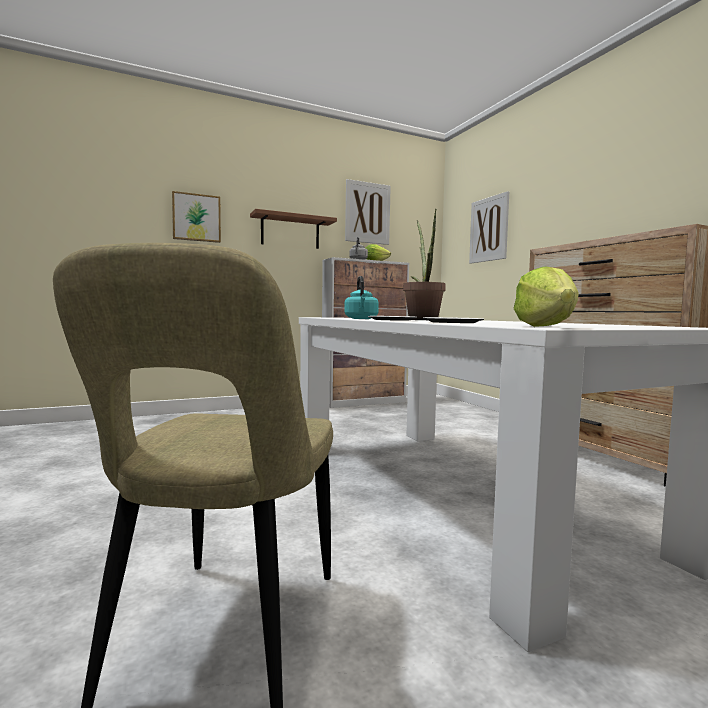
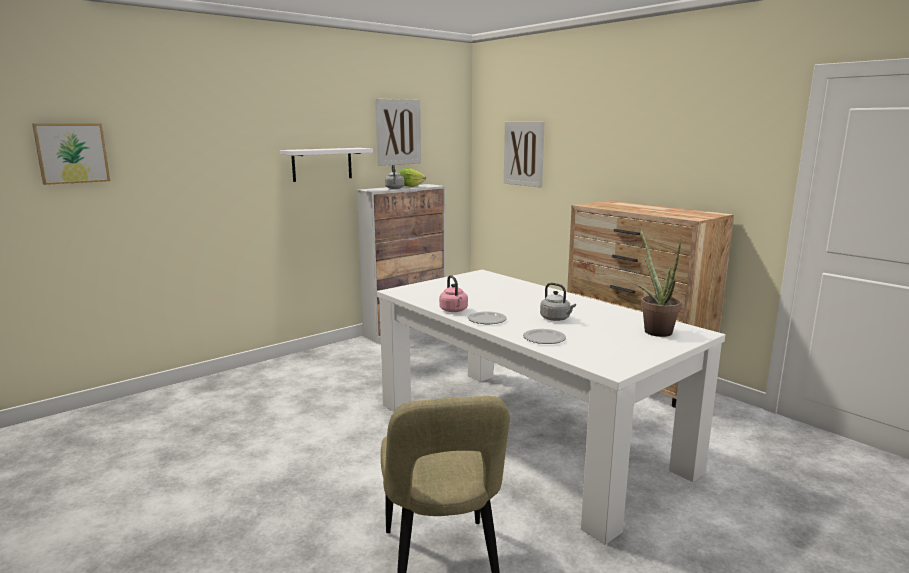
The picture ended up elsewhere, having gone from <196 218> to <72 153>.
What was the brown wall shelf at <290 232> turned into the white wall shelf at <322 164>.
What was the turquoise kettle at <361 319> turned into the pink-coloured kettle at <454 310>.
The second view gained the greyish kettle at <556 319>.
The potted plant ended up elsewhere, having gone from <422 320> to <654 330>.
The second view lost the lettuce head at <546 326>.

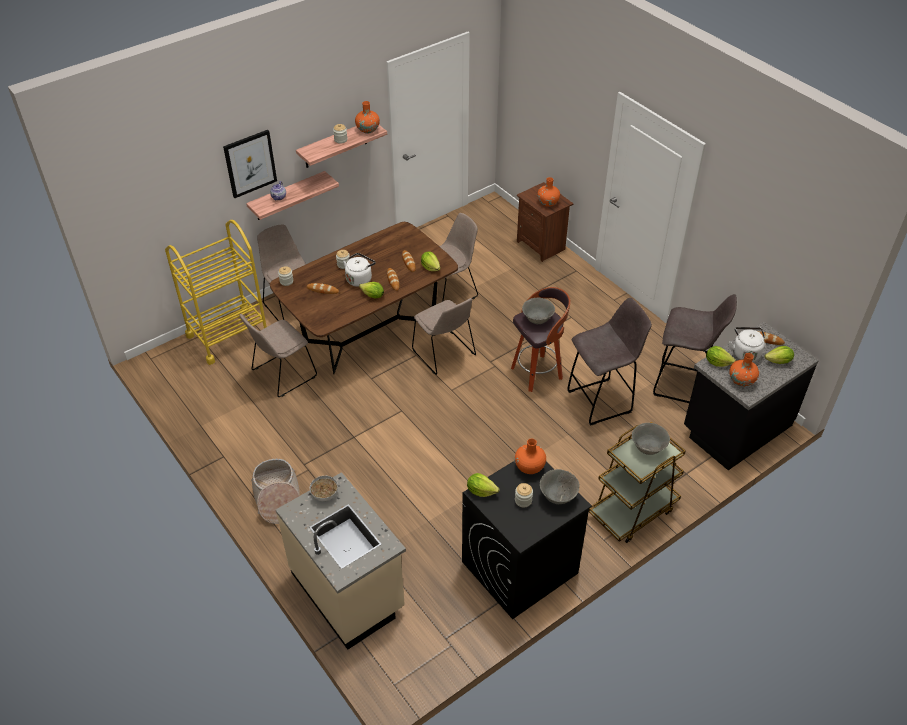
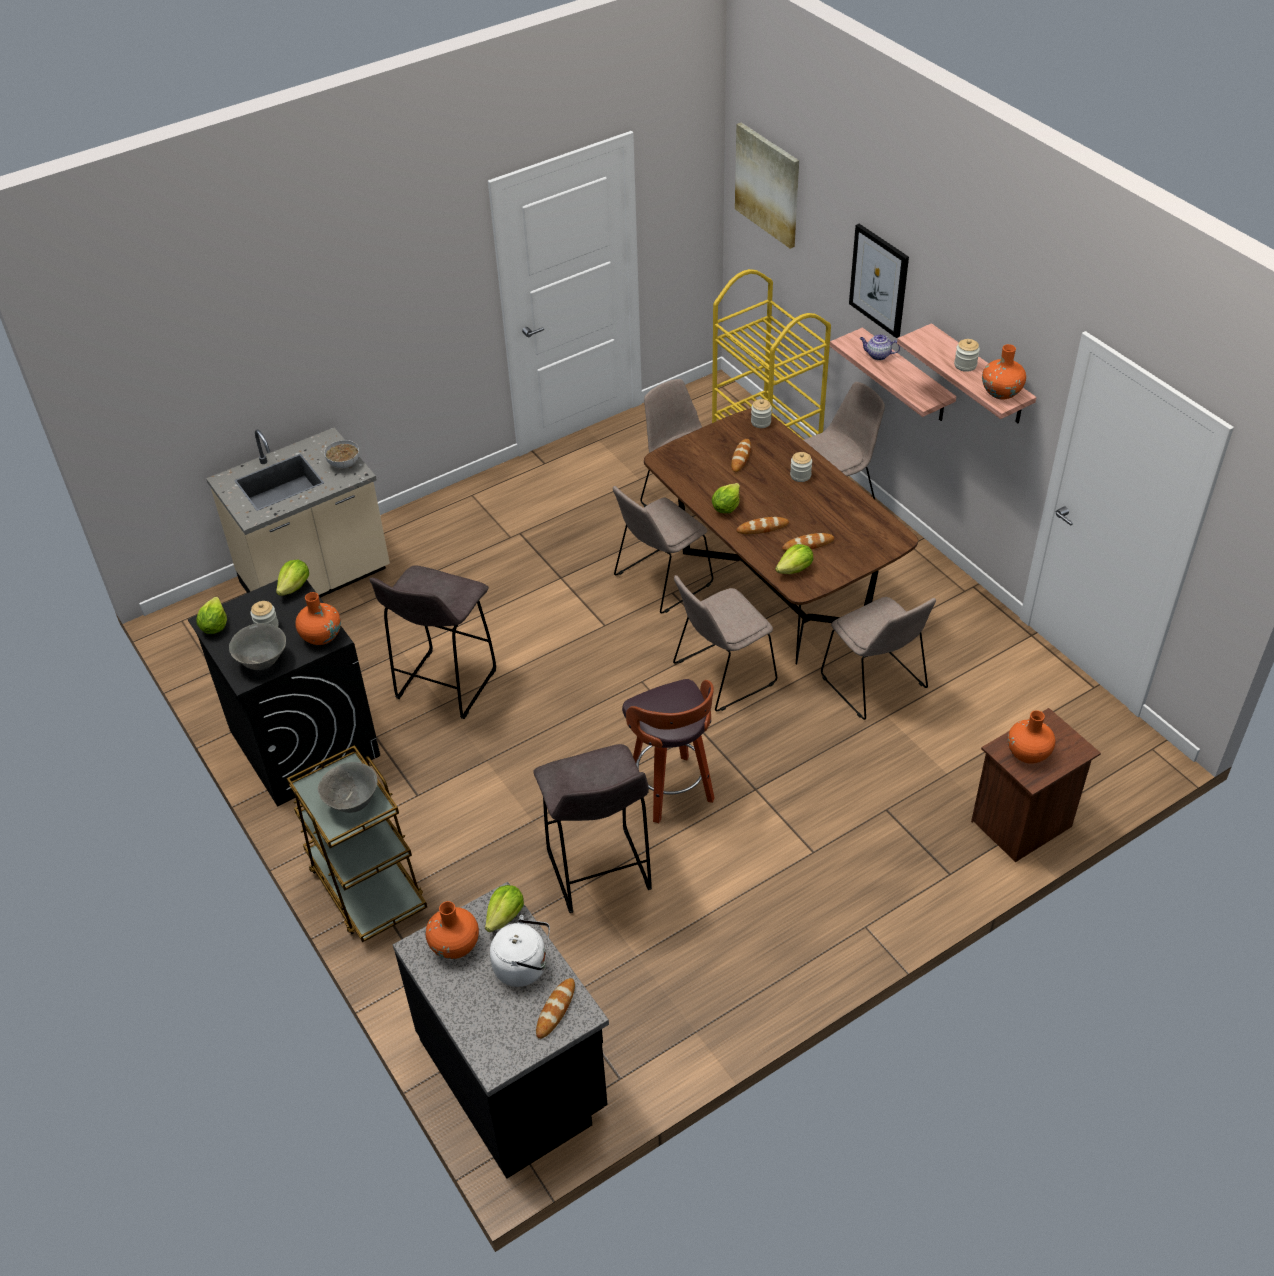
The lettuce head ended up elsewhere, having gone from <778 361> to <214 626>.
The greyish stool seat ended up elsewhere, having gone from <682 384> to <444 686>.
The second view gained the beige-coloured plain chair at <660 581>.
The second view gained the picture at <768 184>.
The second view lost the household basket at <277 498>.
The second view lost the white kettle at <360 279>.
The second view lost the greyish serving bowl at <537 319>.

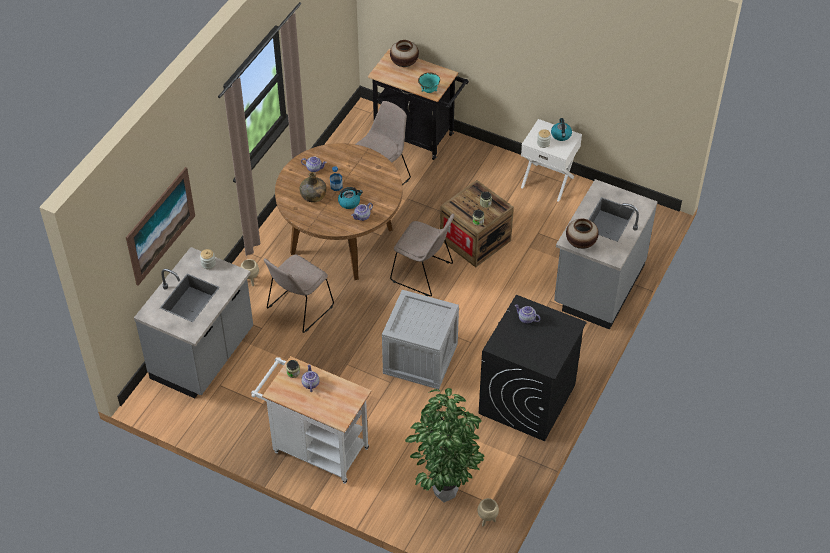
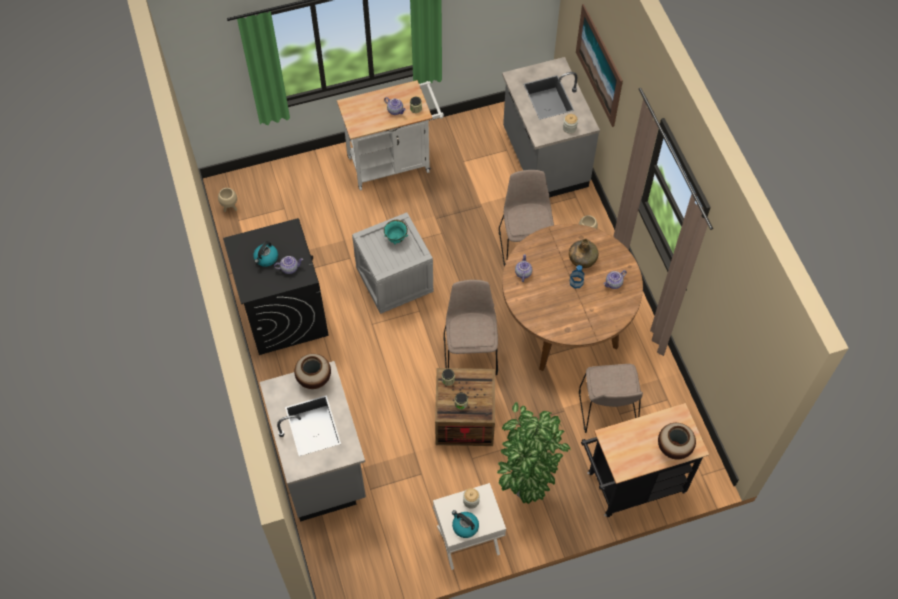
The kettle ended up elsewhere, having gone from <349 202> to <266 258>.
The turquoise serving bowl ended up elsewhere, having gone from <429 90> to <396 238>.
The beige-coloured plain chair at <424 273> ended up facing another way, 105 degrees clockwise from before.
The potted plant ended up elsewhere, having gone from <443 496> to <525 489>.

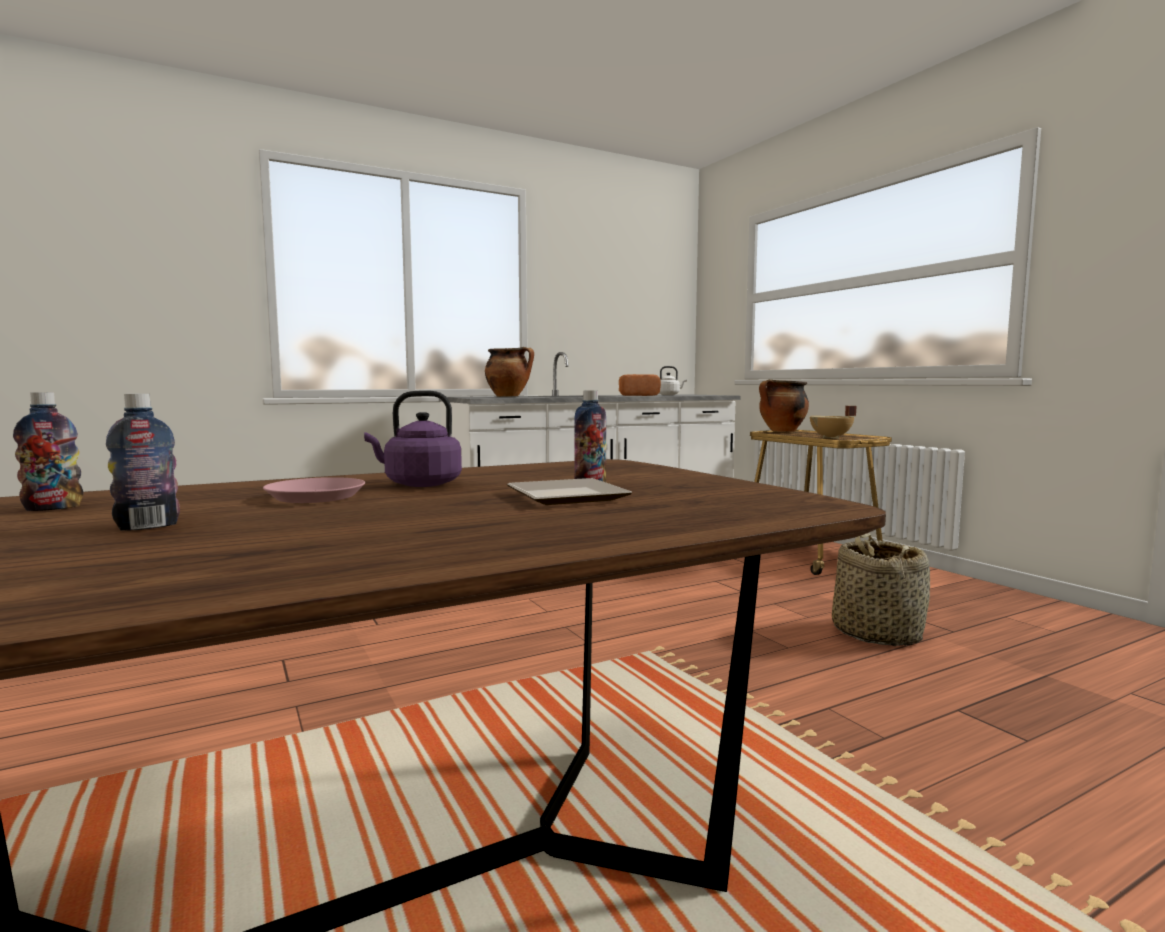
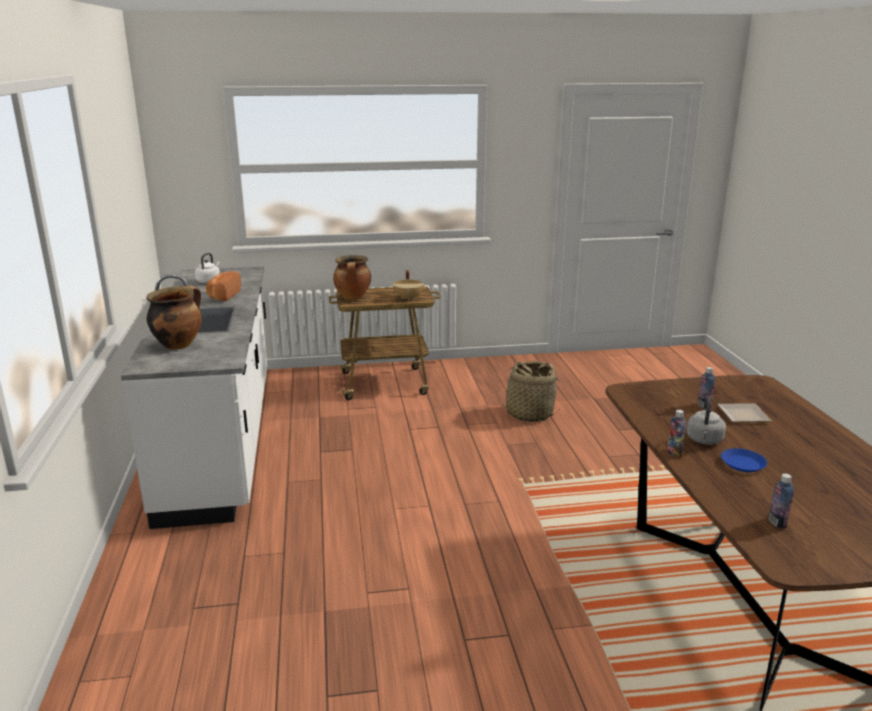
The bottle ended up elsewhere, having gone from <148 526> to <674 453>.
What was the purple kettle at <419 484> turned into the greyish kettle at <704 440>.
What was the pink-coloured flat dish at <315 496> turned into the blue-coloured flat dish at <742 464>.

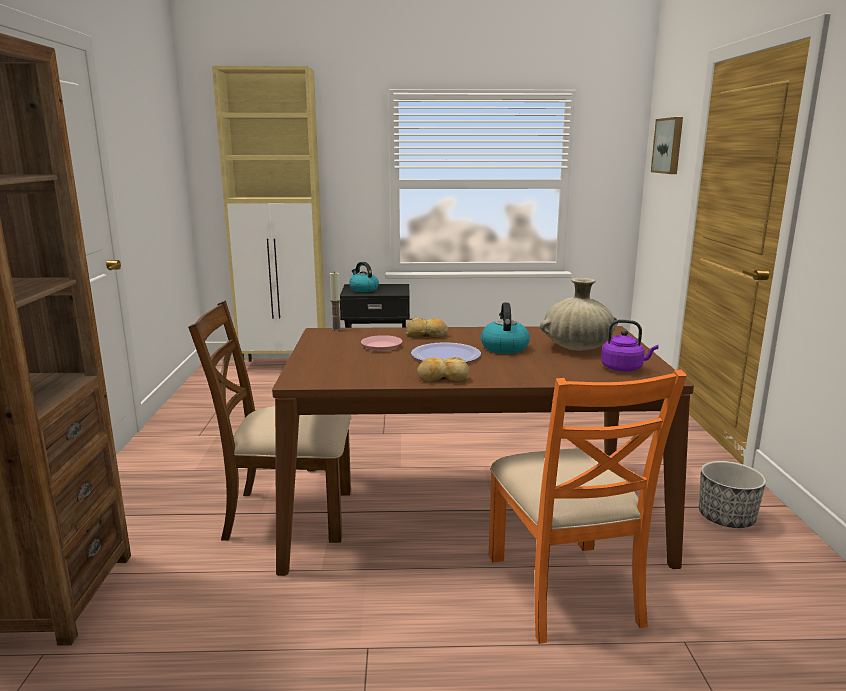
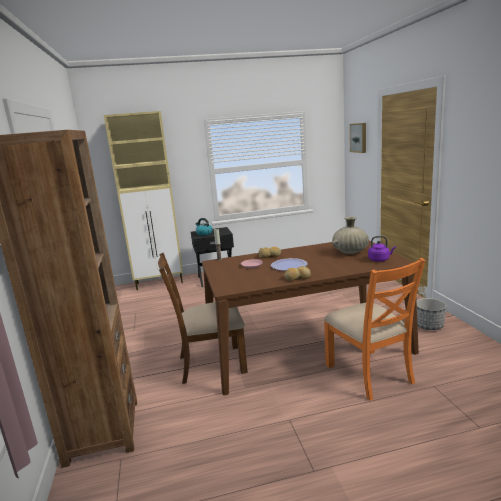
The second view lost the kettle at <504 347>.

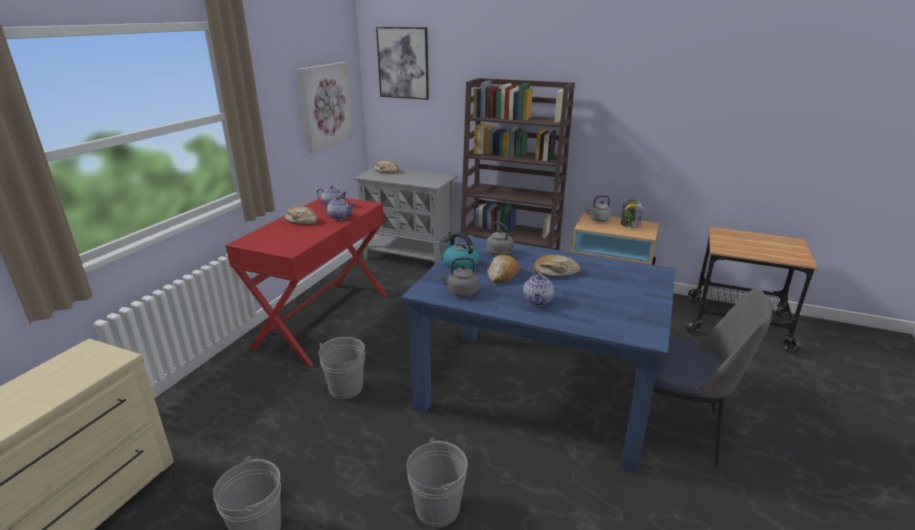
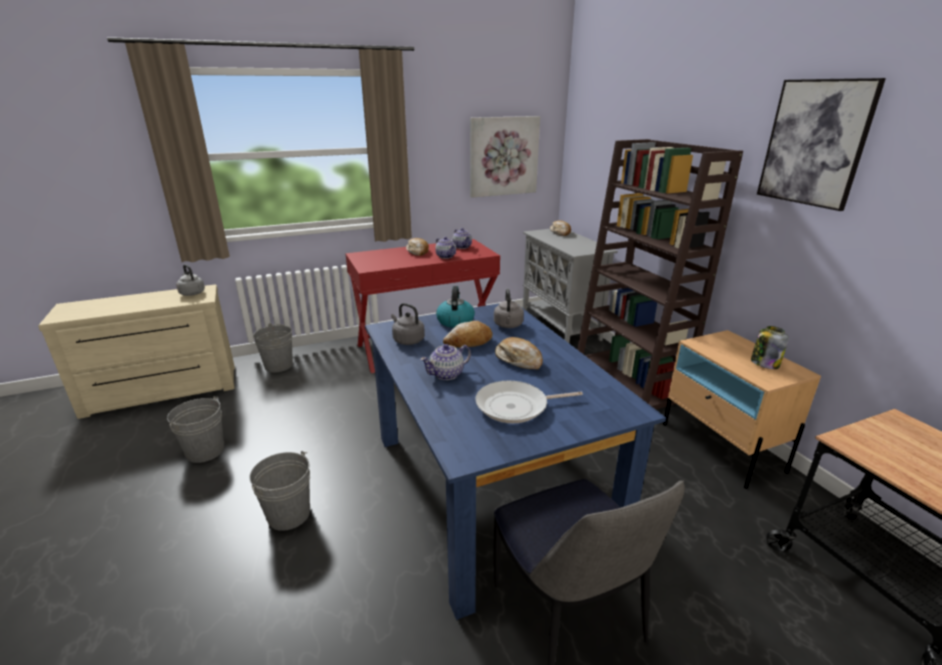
The greyish kettle ended up elsewhere, having gone from <598 220> to <192 293>.
The greyish pail ended up elsewhere, having gone from <346 388> to <278 365>.
The second view gained the frying pan at <516 406>.
The picture ended up elsewhere, having gone from <403 63> to <815 143>.

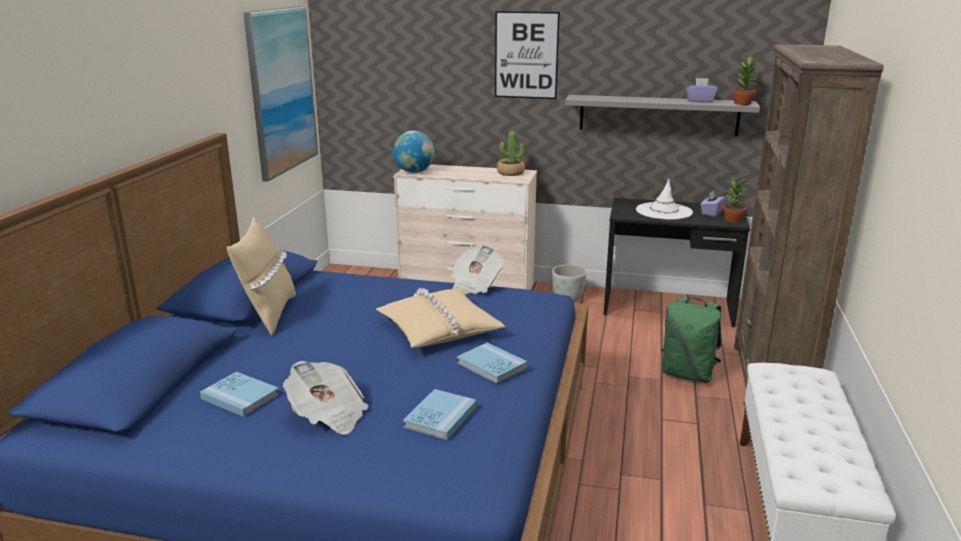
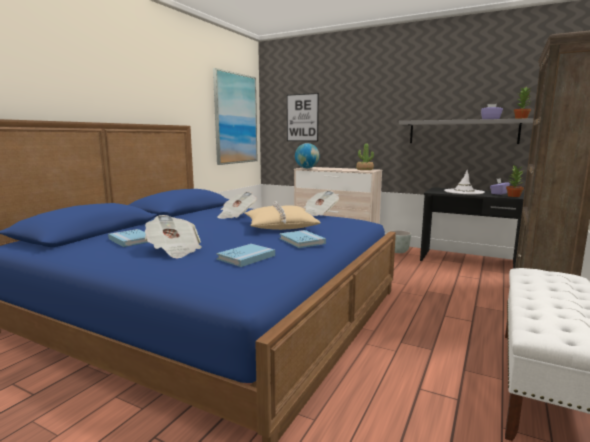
The second view gained the newspaper at <236 216>.
The picture ended up elsewhere, having gone from <526 55> to <302 117>.
The second view lost the beige-coloured cushion at <268 314>.
The second view lost the greenish knapsack at <688 374>.

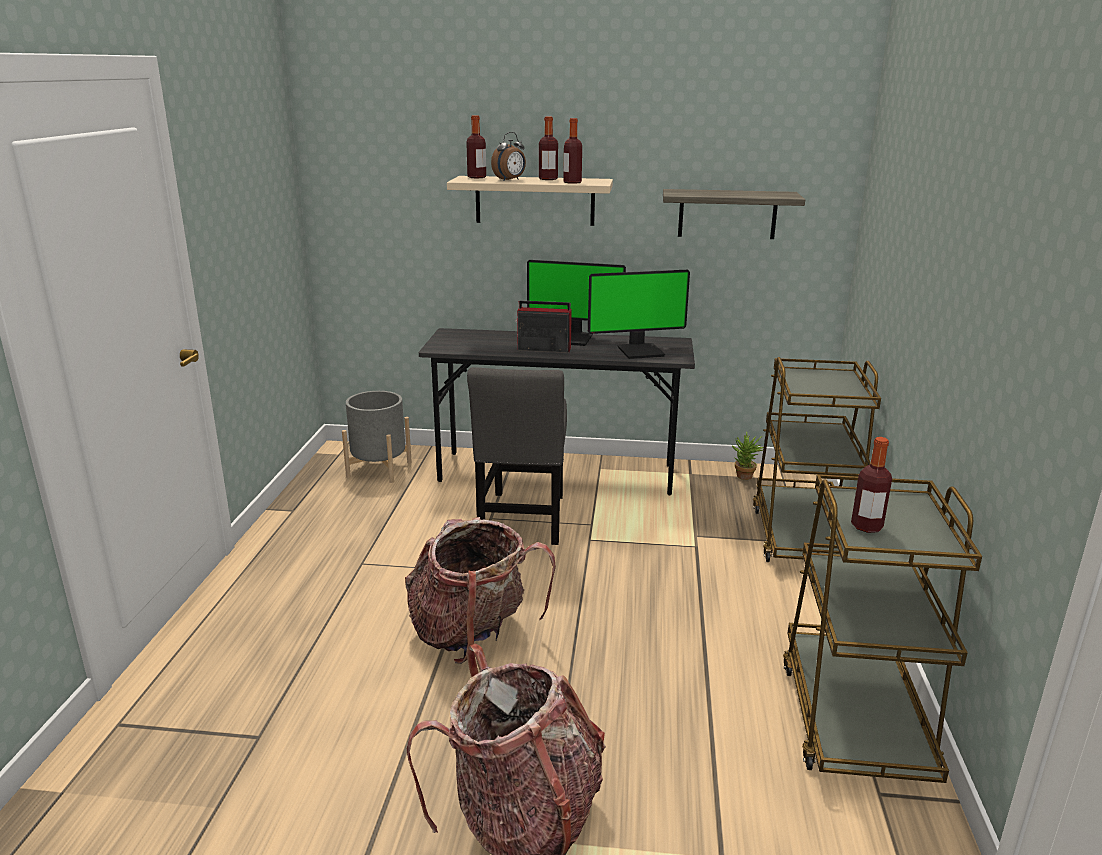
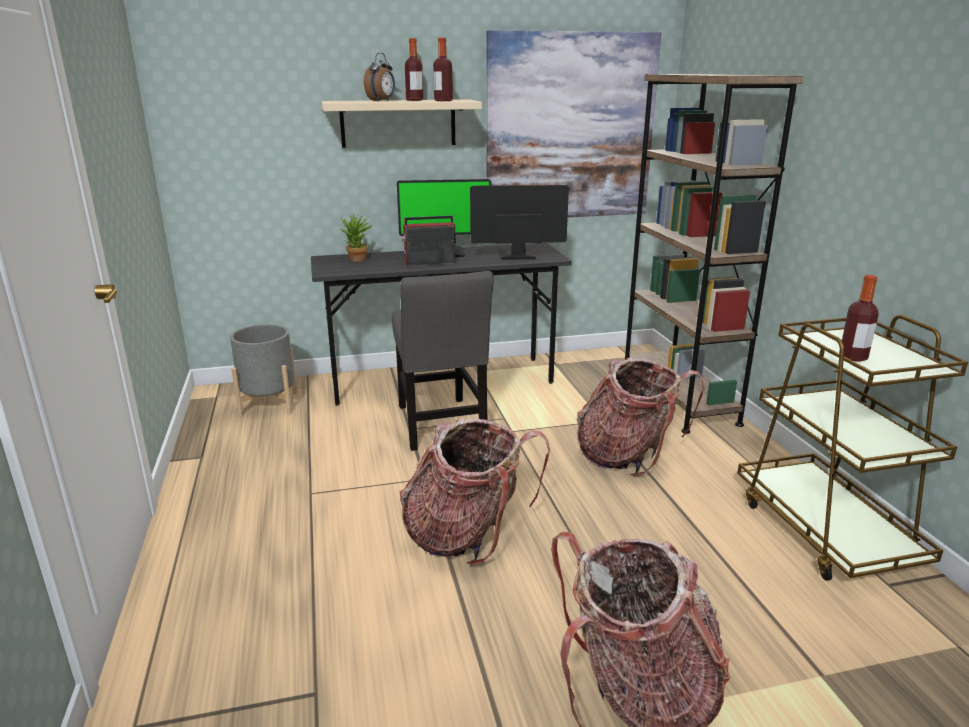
The potted plant ended up elsewhere, having gone from <744 478> to <358 260>.
The monitor at <640 351> ended up facing another way, 150 degrees counterclockwise from before.
Where the wall shelf hung at <727 214>, the picture came to hang at <570 128>.
The second view gained the knapsack at <628 456>.
Where the brown trolley stood at <802 536>, the brown bookshelf came to stand at <678 397>.
The second view lost the bottle at <476 177>.

